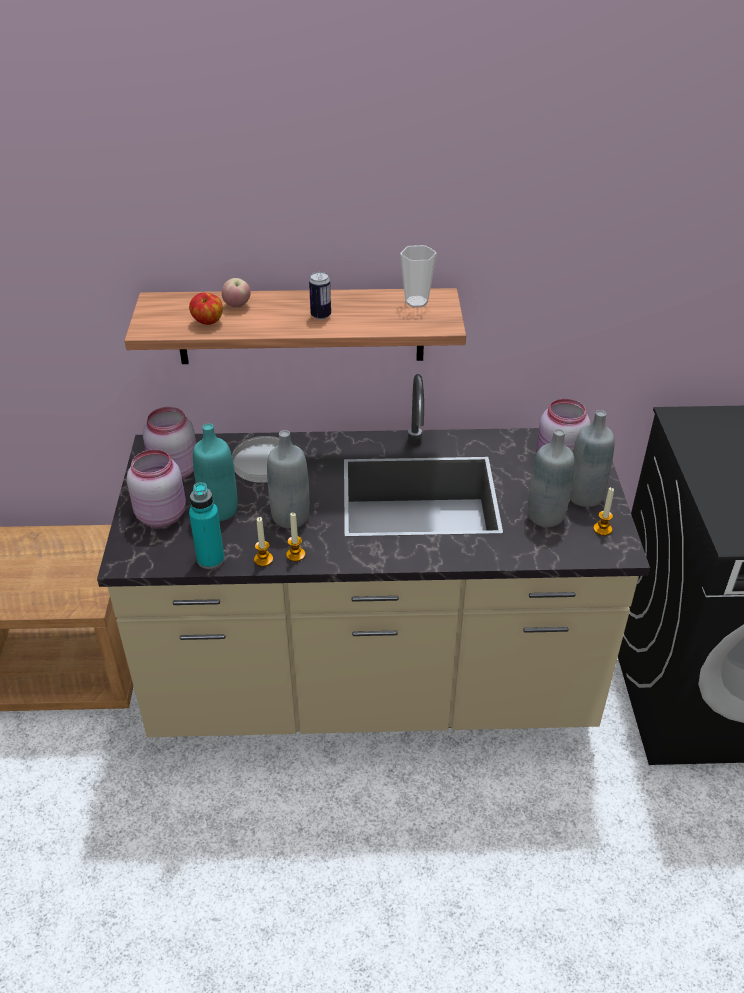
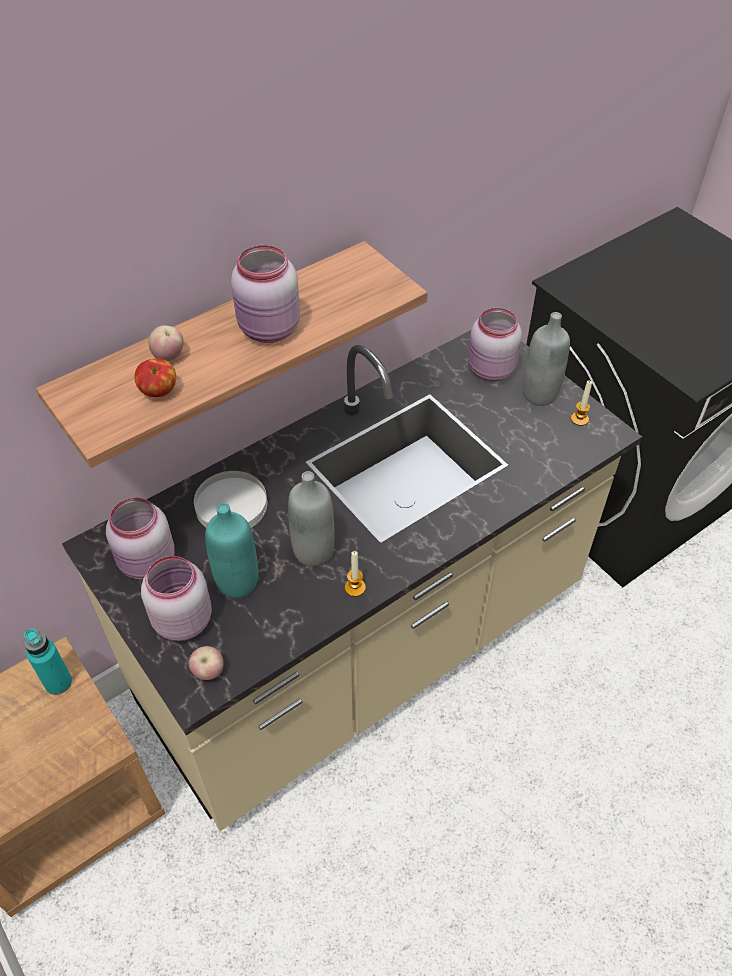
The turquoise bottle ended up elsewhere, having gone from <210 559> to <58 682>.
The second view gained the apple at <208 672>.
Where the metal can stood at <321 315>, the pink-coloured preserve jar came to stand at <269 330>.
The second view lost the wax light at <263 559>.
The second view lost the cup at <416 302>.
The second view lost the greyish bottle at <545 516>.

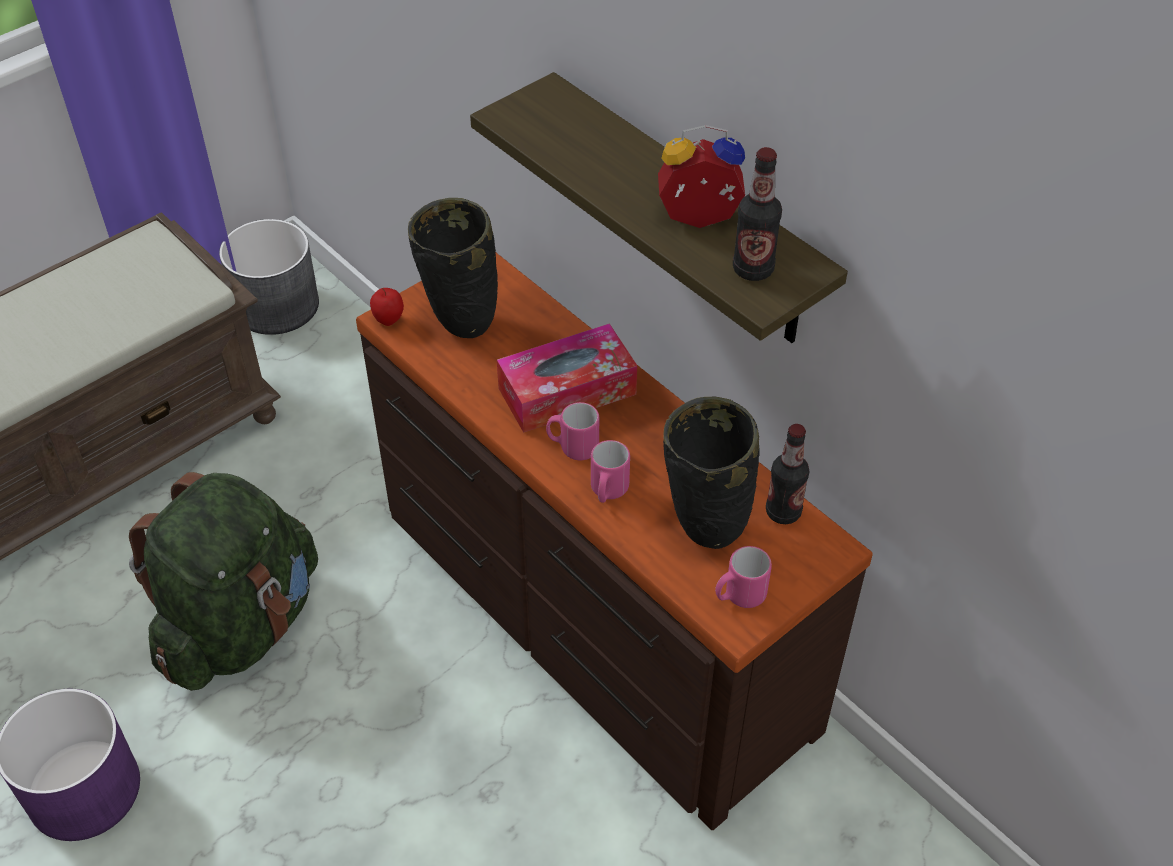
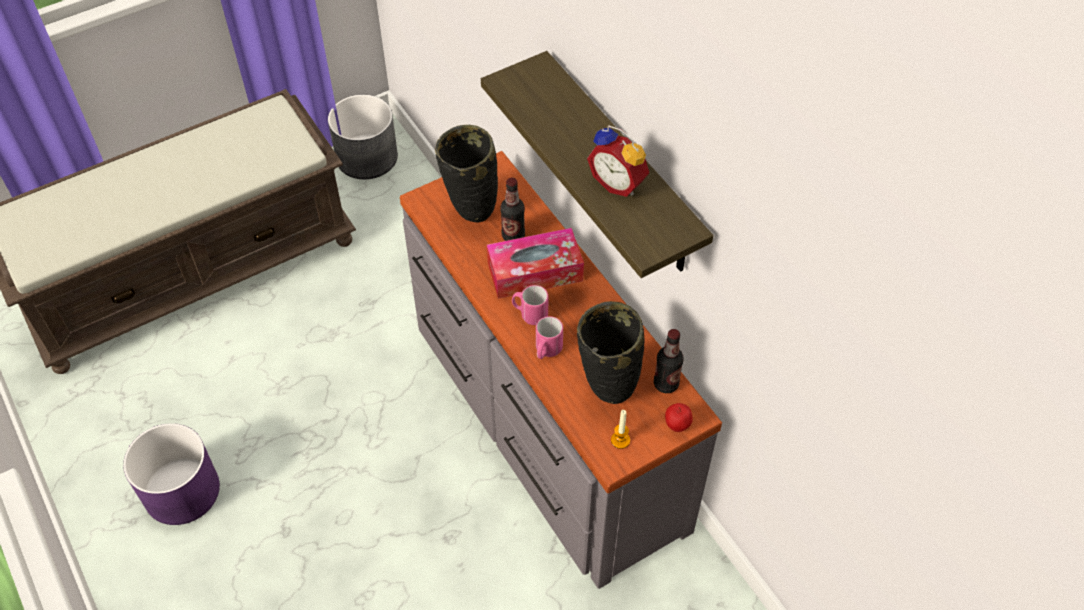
What was the brown chest of drawers at <589 618> turned into the greyish chest of drawers at <544 423>.
The bottle ended up elsewhere, having gone from <753 269> to <513 236>.
The alarm clock at <699 221> ended up facing another way, 150 degrees counterclockwise from before.
Where the pink-coloured mug stood at <739 596>, the wax light came to stand at <620 440>.
The apple ended up elsewhere, having gone from <389 321> to <677 426>.
The second view lost the greenish knapsack at <241 625>.

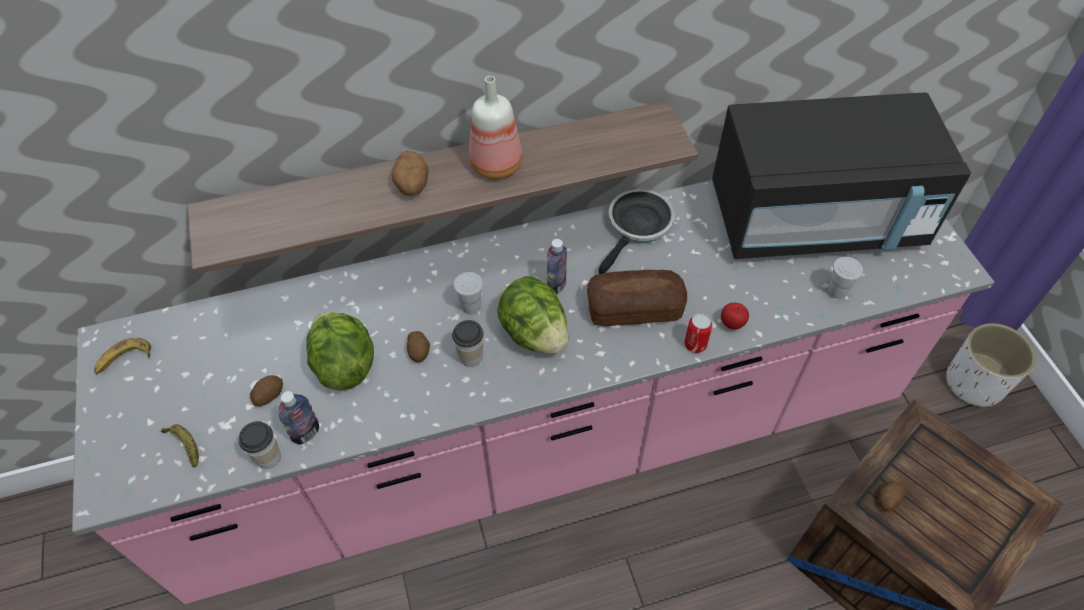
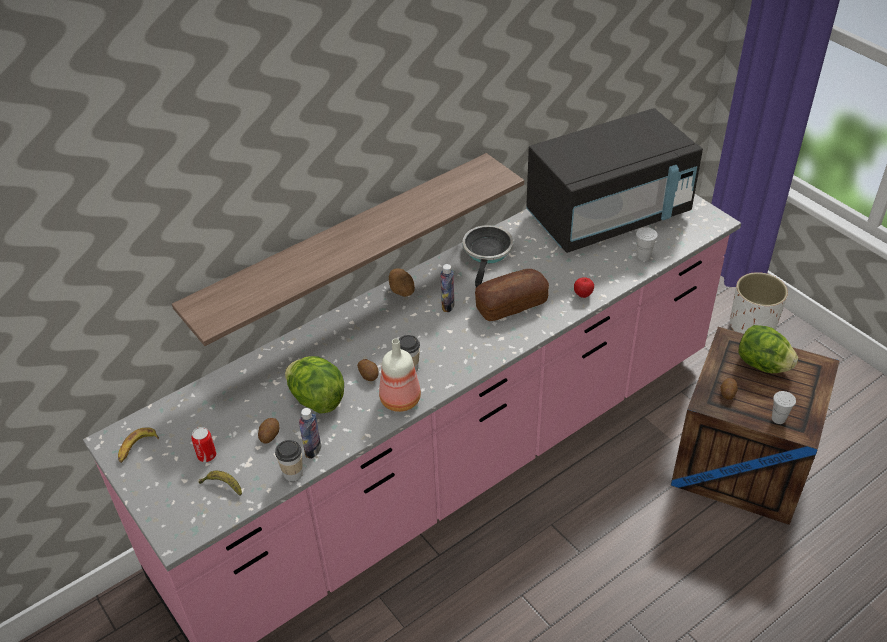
The metal can ended up elsewhere, having gone from <695 344> to <207 455>.
The bottle ended up elsewhere, having gone from <495 164> to <399 399>.
The potato ended up elsewhere, having gone from <412 186> to <402 291>.
The lettuce head ended up elsewhere, having gone from <534 333> to <762 365>.
The white cup ended up elsewhere, having gone from <471 307> to <778 418>.

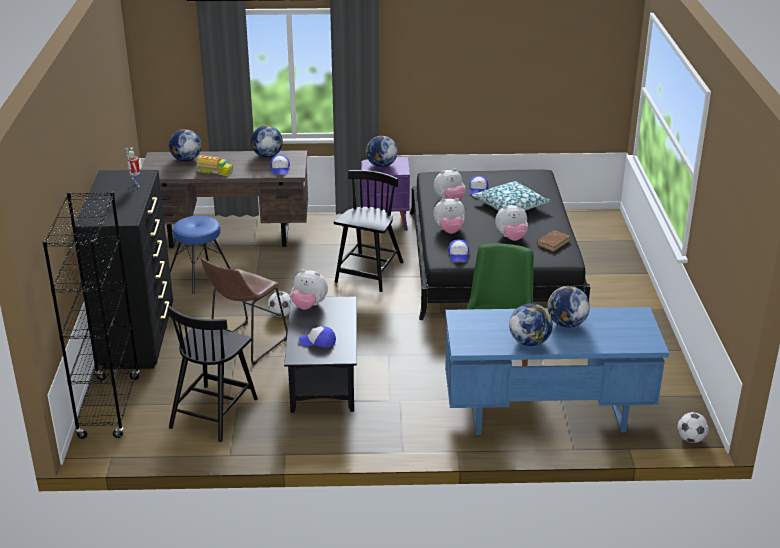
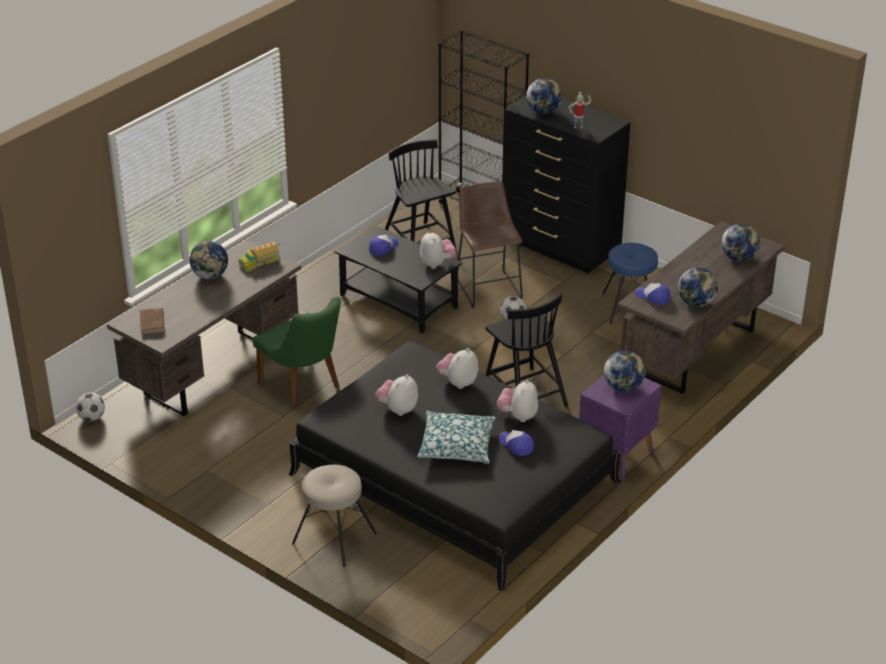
What was the blue-coloured desk unit at <545 415> turned into the brown desk unit at <213 371>.
The brown bound book ended up elsewhere, having gone from <553 243> to <152 323>.
The model truck ended up elsewhere, having gone from <214 171> to <260 261>.
The second view gained the beige-coloured stool seat at <334 539>.
The cuddly toy at <309 306> ended up facing another way, 105 degrees clockwise from before.
The desk globe ended up elsewhere, having gone from <566 324> to <543 111>.
The second view lost the peaked cap at <458 255>.

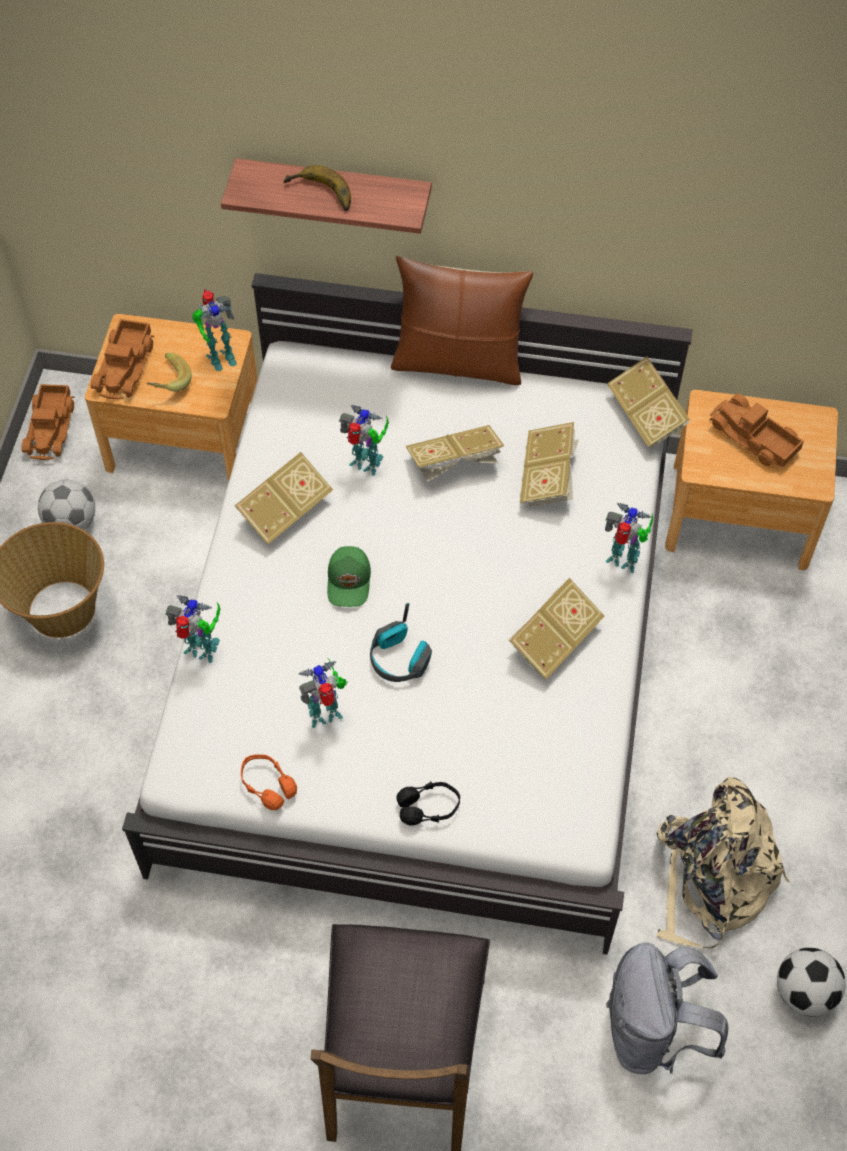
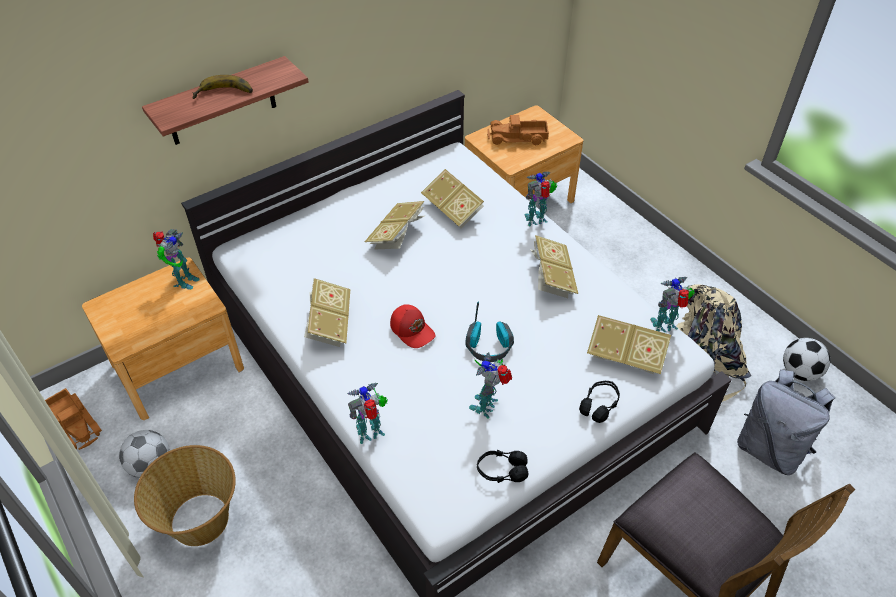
What was the greenish peaked cap at <350 581> turned into the red-coloured peaked cap at <412 330>.
What was the orange pair of headphones at <267 785> turned into the black-coloured pair of headphones at <501 471>.
The bound book ended up elsewhere, having gone from <647 416> to <625 356>.
The robot figure ended up elsewhere, having gone from <366 465> to <665 326>.
The second view lost the model truck at <126 367>.
The second view lost the banana at <167 382>.
The second view lost the brown cushion at <458 362>.

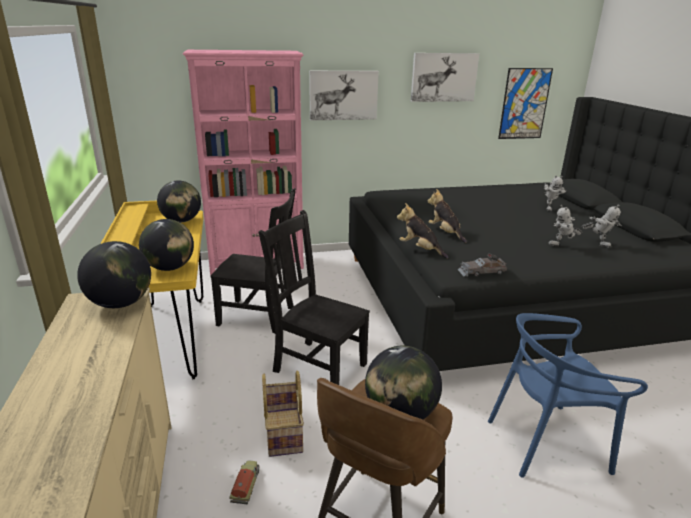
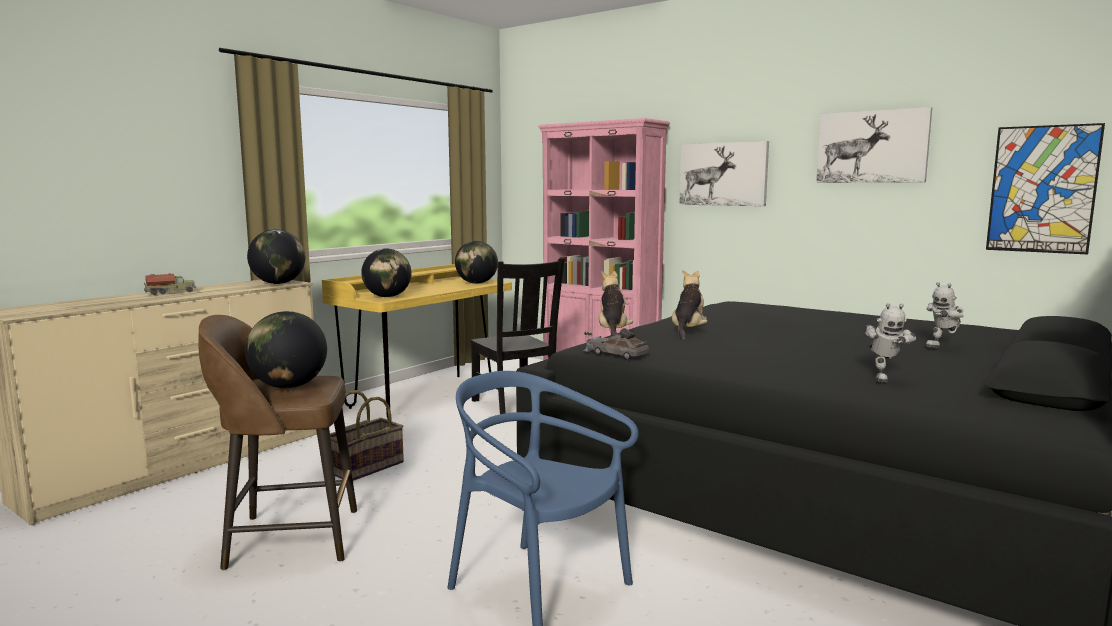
The model truck ended up elsewhere, having gone from <246 486> to <170 292>.
The second view lost the black-coloured plain chair at <317 366>.
The second view lost the robot figure at <562 246>.

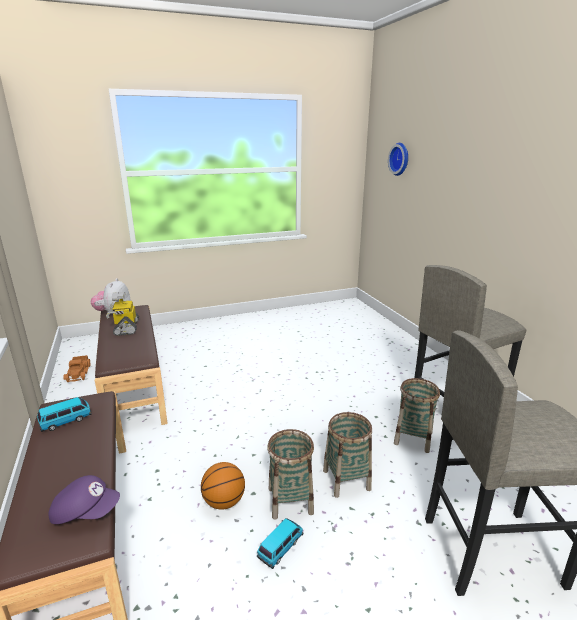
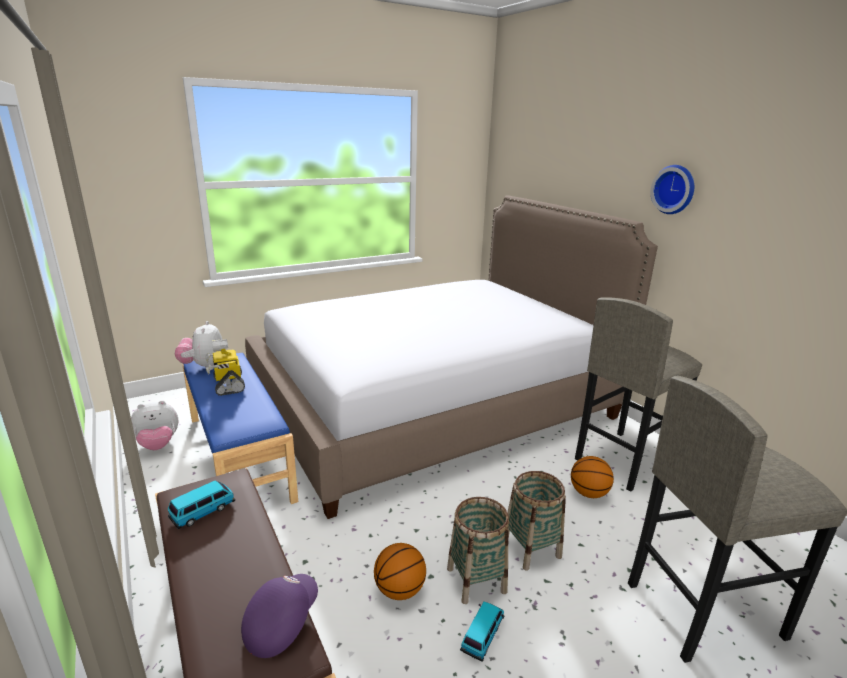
Where the model truck stood at <79 373>, the cuddly toy came to stand at <158 445>.
What was the brown bench at <135 385> turned into the blue-coloured bench at <240 456>.
The purple peaked cap at <86 511> ended up facing another way, 60 degrees counterclockwise from before.
The second view gained the bedroom bed at <433 405>.
Where the household basket stood at <413 438>, the basketball ball came to stand at <589 493>.
The hanging clock ended up elsewhere, having gone from <400 159> to <674 189>.

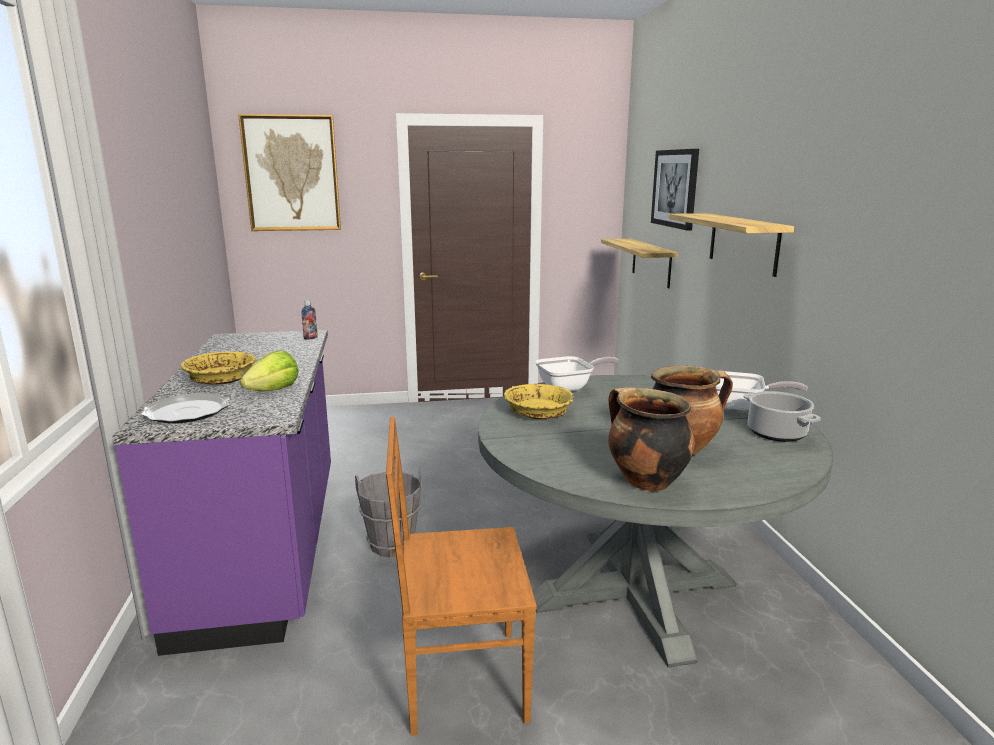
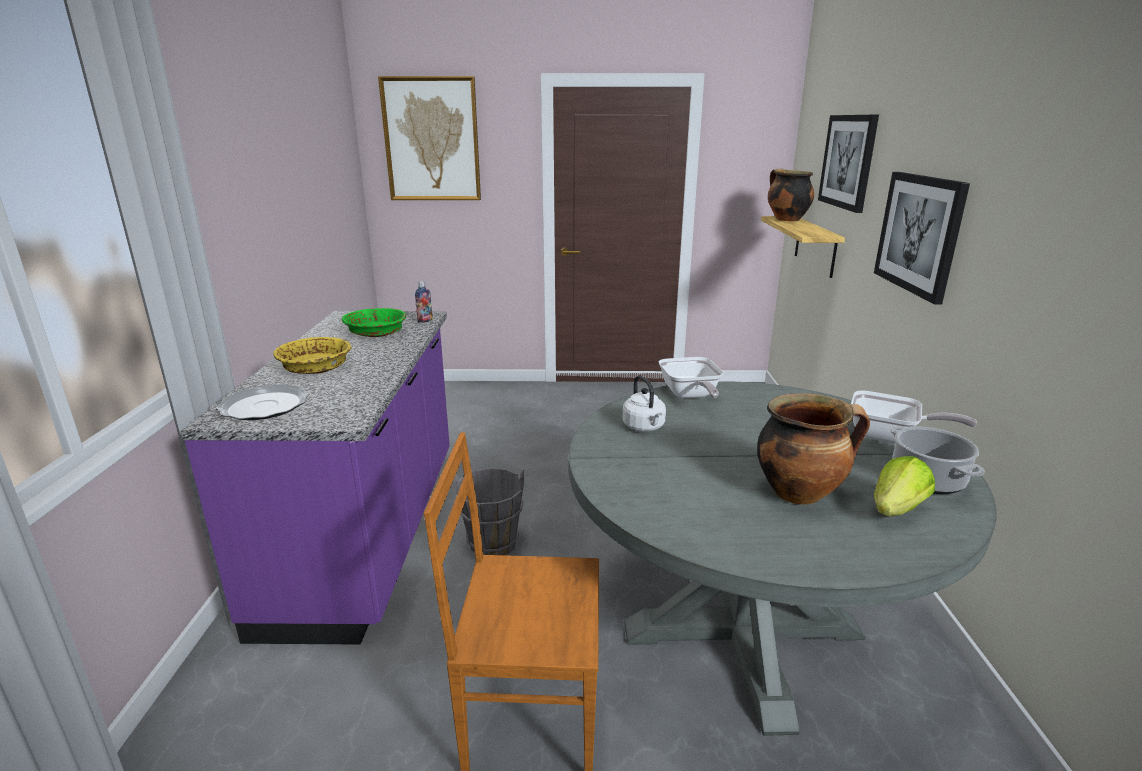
The second view gained the greenish serving bowl at <376 332>.
Where the yellowish serving bowl stood at <538 412>, the white kettle came to stand at <644 427>.
The frying pan at <569 387> ended up facing another way, 90 degrees clockwise from before.
The cooking pot ended up elsewhere, having gone from <645 481> to <786 220>.
Where the wall shelf hung at <743 243>, the picture came to hang at <919 233>.
The lettuce head ended up elsewhere, having gone from <273 390> to <896 510>.

